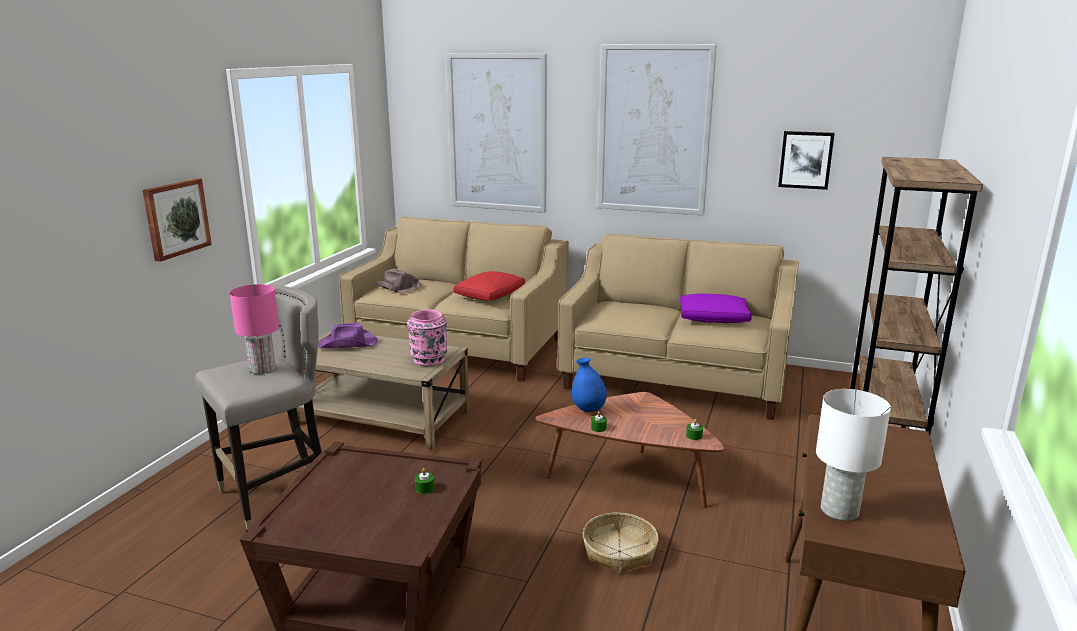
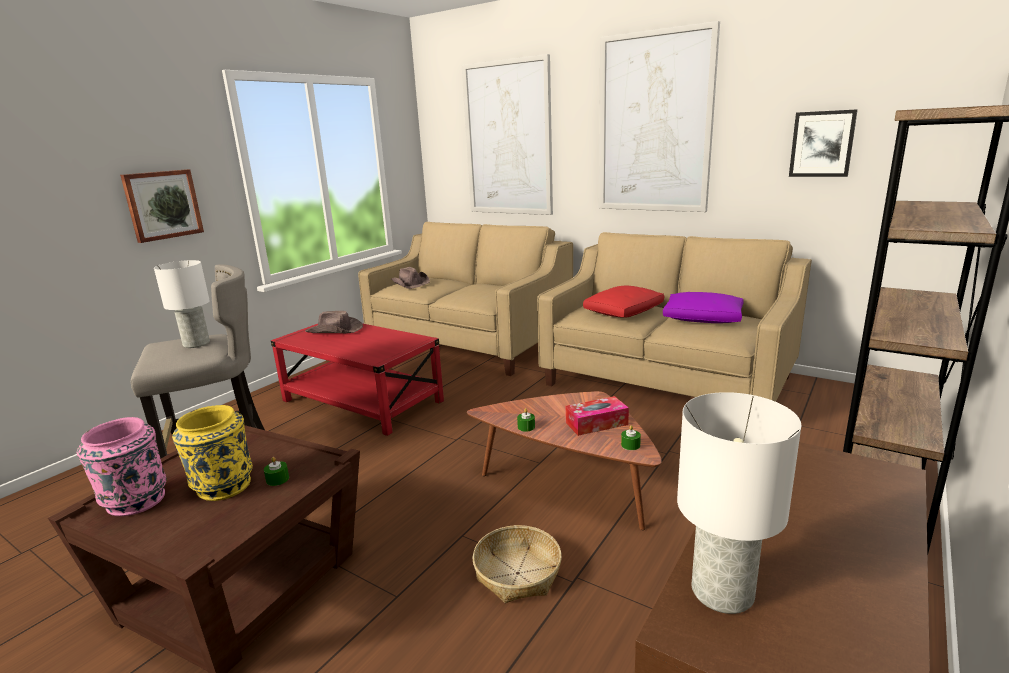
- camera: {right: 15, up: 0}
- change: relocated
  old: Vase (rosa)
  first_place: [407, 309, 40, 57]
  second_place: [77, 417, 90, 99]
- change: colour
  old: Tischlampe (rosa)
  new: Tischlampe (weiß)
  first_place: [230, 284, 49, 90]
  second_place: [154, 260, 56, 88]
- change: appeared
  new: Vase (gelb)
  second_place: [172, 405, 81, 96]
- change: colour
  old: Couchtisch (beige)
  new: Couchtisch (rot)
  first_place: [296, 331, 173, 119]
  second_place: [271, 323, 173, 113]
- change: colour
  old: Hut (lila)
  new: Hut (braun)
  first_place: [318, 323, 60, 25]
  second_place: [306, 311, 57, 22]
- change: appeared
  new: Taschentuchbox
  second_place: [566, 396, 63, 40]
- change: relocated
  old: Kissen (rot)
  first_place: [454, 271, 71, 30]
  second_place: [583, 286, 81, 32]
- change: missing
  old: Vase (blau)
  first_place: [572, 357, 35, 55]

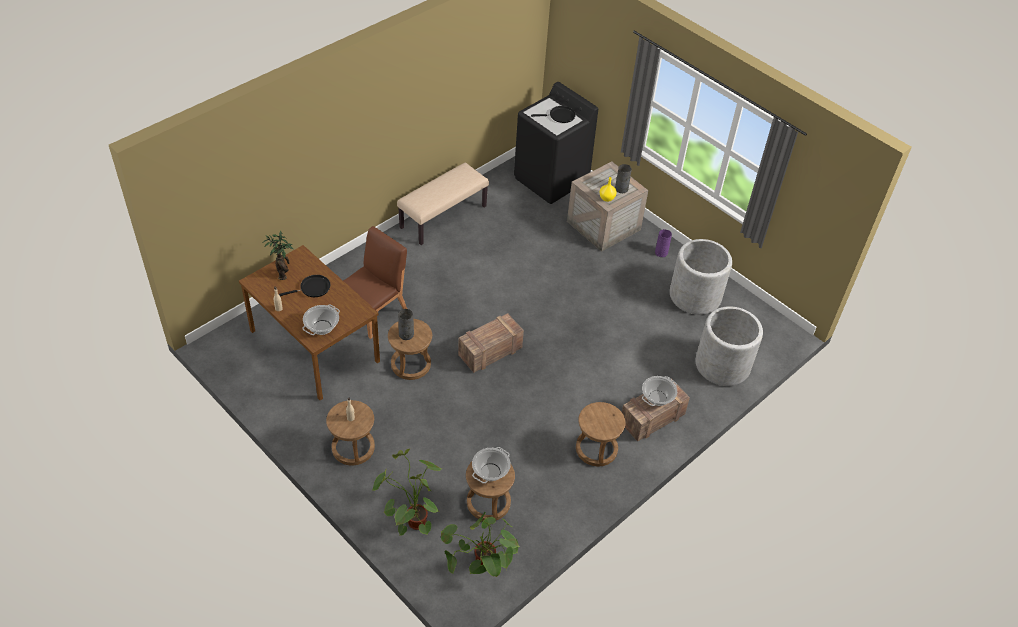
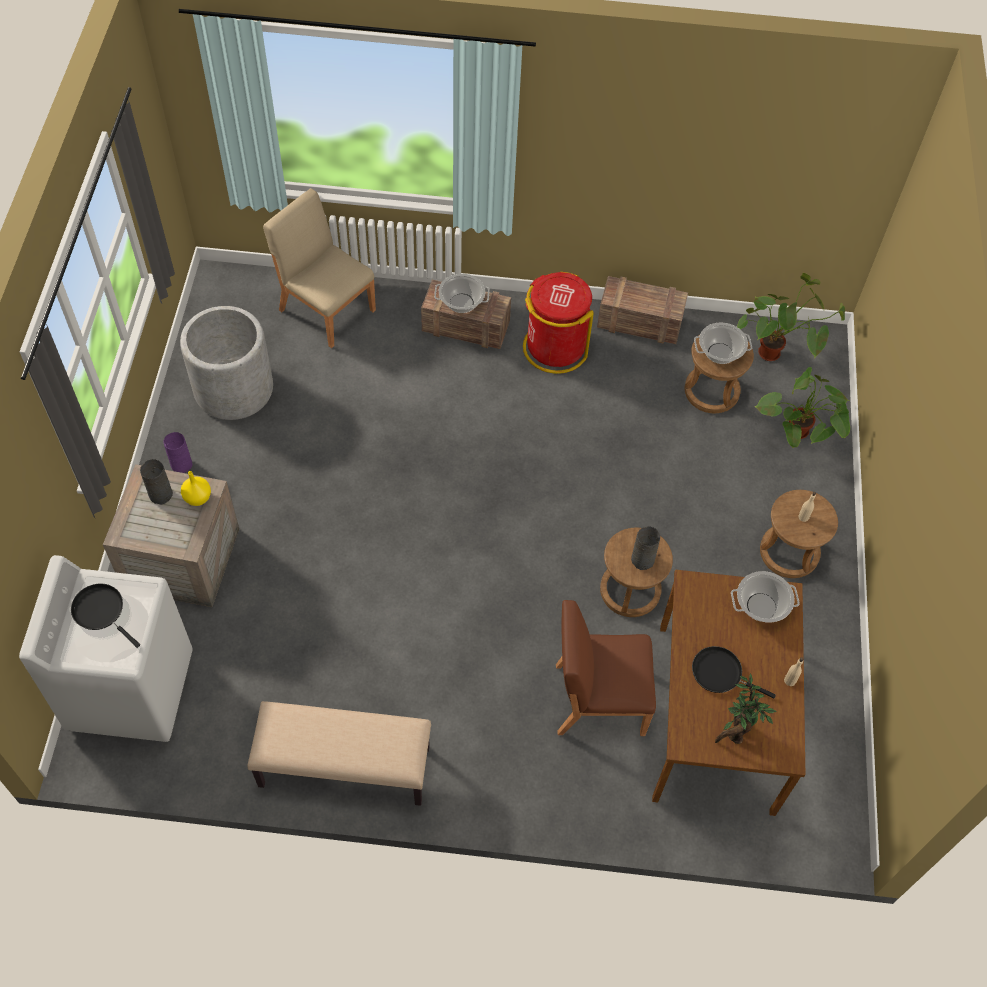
- camera: {right: -130, up: 10}
- change: colour
  old: Waschmaschine (schwarz)
  new: Waschmaschine (weiß)
  first_place: [514, 82, 84, 122]
  second_place: [19, 555, 173, 187]
- change: exchanged
  old: Pflanzkübel (grau)
  new: Stuhl (beige)
  first_place: [696, 306, 67, 80]
  second_place: [263, 188, 113, 160]
- change: exchanged
  old: Hocker (braun)
  new: Mülleimer (rot)
  first_place: [576, 402, 50, 64]
  second_place: [523, 272, 71, 102]
- change: relocated
  old: Kiste
  first_place: [458, 313, 66, 60]
  second_place: [597, 276, 91, 68]

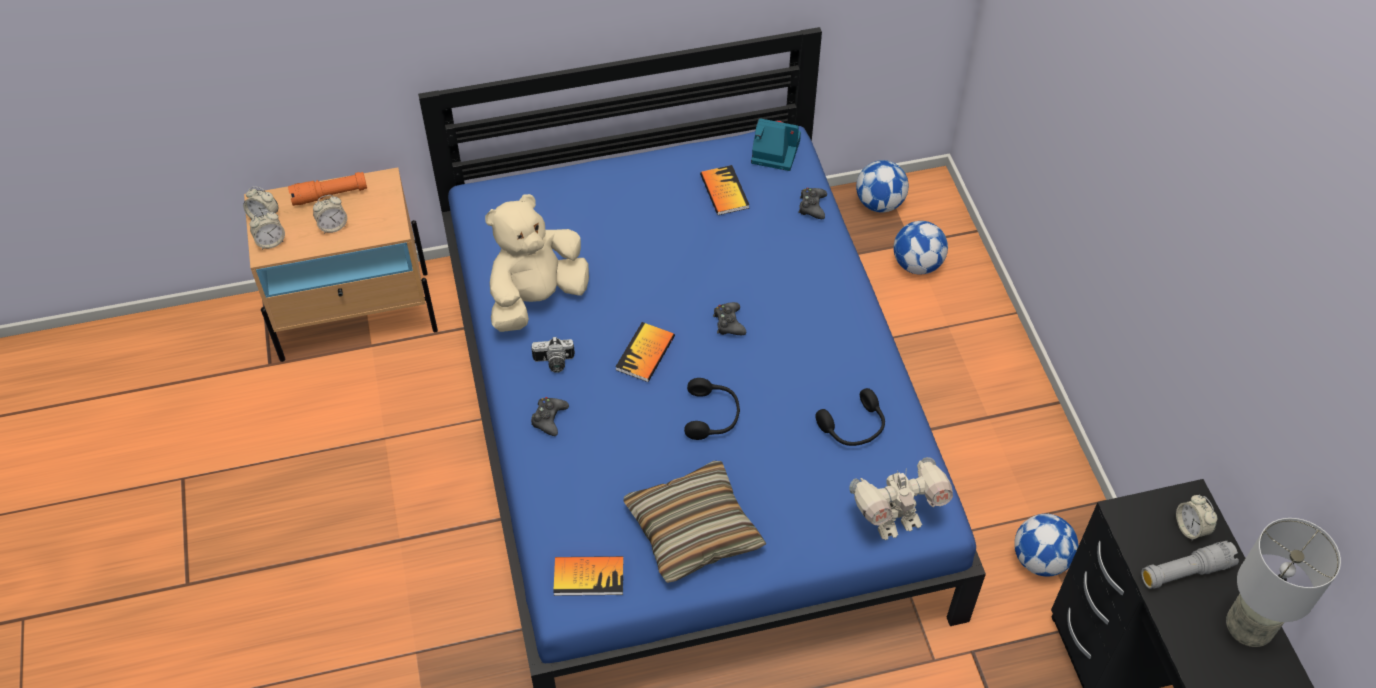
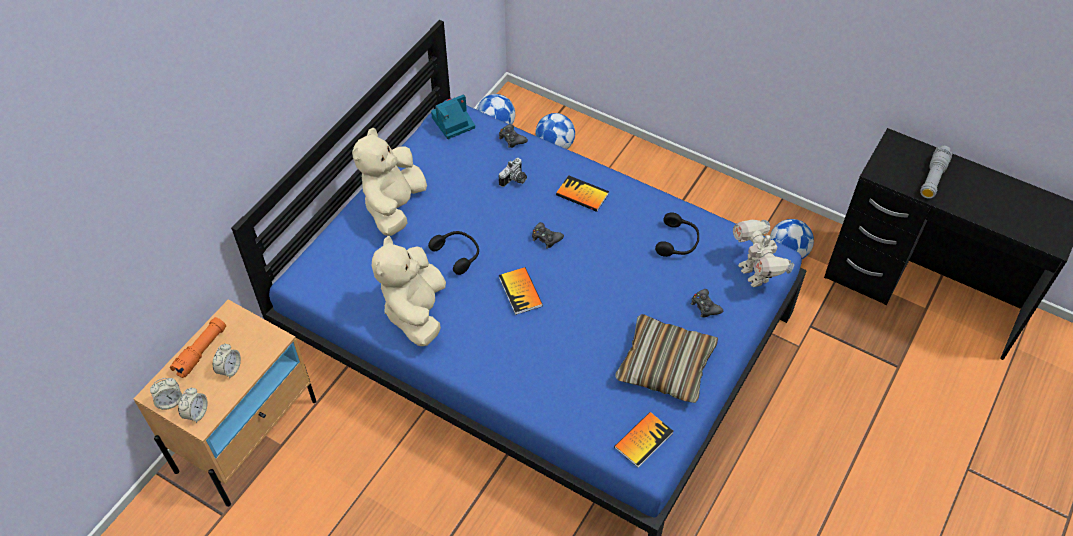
- camera: {right: -45, up: 0}
- change: appeared
  new: Plüschtier (beige)
  second_place: [352, 128, 75, 108]
- change: relocated
  old: Kopfhörer (schwarz)
  first_place: [684, 378, 56, 62]
  second_place: [428, 231, 51, 44]
- change: relocated
  old: Kamera
  first_place: [531, 337, 44, 36]
  second_place: [499, 158, 28, 29]
- change: relocated
  old: Buch
  first_place: [700, 165, 49, 50]
  second_place: [556, 175, 53, 37]
- change: relocated
  old: Gamepad (schwarz)
  first_place: [531, 397, 38, 39]
  second_place: [691, 289, 32, 29]
- change: spun
  old: Spielzeugroboter
  first_place: [849, 457, 104, 83]
  second_place: [733, 220, 61, 67]
  degrees: 135
- change: missing
  old: Wecker
  first_place: [1176, 495, 41, 46]
- change: missing
  old: Tischlampe (grau)
  first_place: [1226, 518, 115, 129]

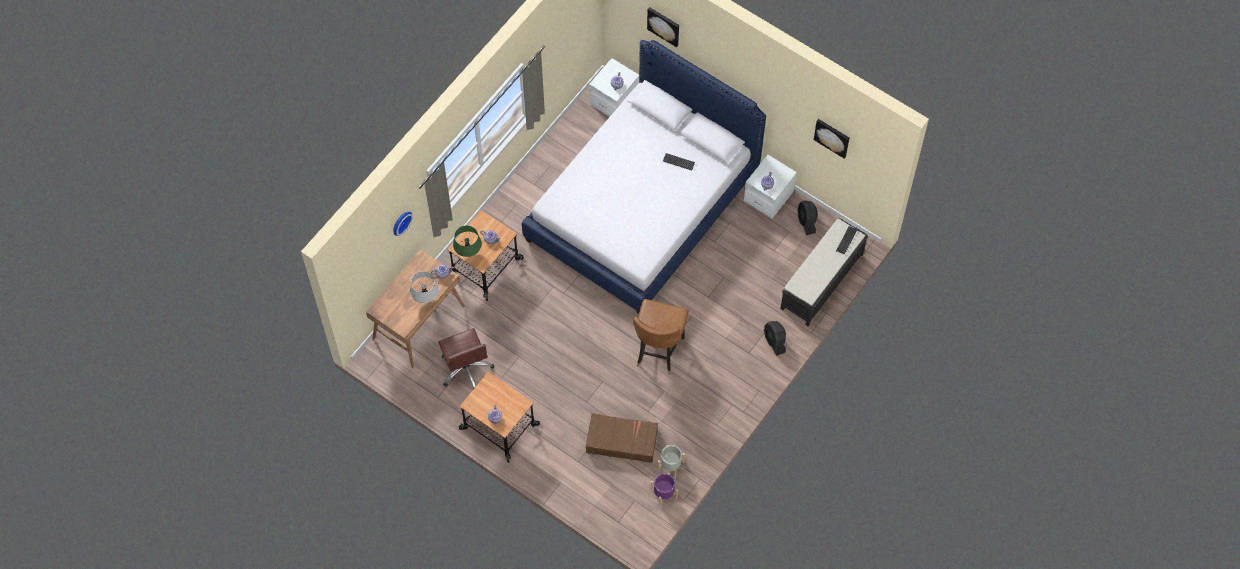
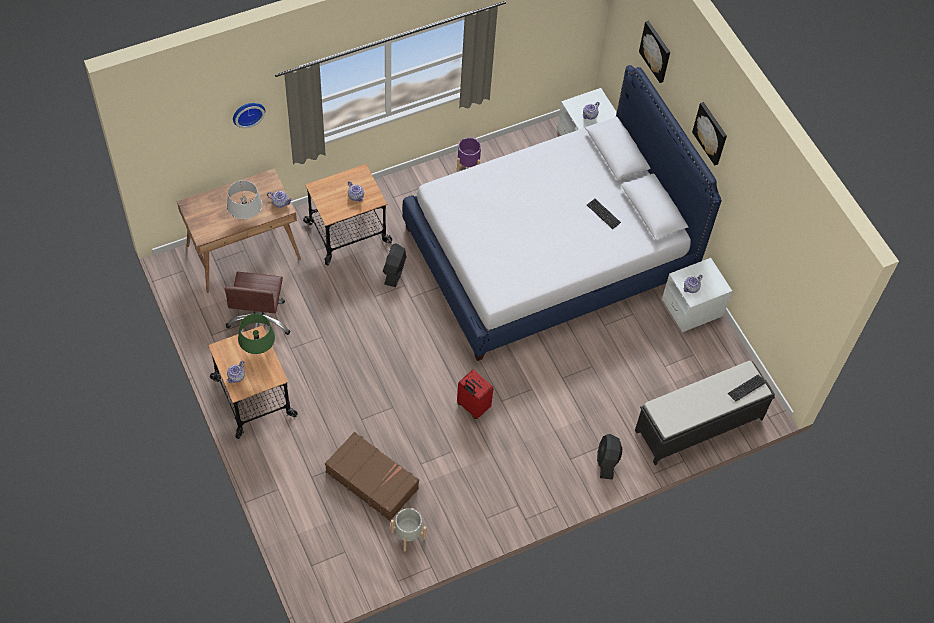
- camera: {right: 25, up: -5}
- change: relocated
  old: Tischlampe (grün)
  first_place: [453, 225, 29, 32]
  second_place: [238, 314, 37, 40]
- change: relocated
  old: Ventilator (schwarz)
  first_place: [797, 200, 21, 35]
  second_place: [383, 243, 23, 44]
- change: relocated
  old: Pflanzkübel (lila)
  first_place: [651, 473, 27, 33]
  second_place: [457, 137, 24, 35]
- change: exchanged
  old: Stuhl (braun)
  new: Koffer (rot)
  first_place: [633, 299, 56, 76]
  second_place: [457, 370, 36, 49]
- change: relocated
  old: Bild
  first_place: [814, 119, 36, 40]
  second_place: [692, 102, 35, 64]

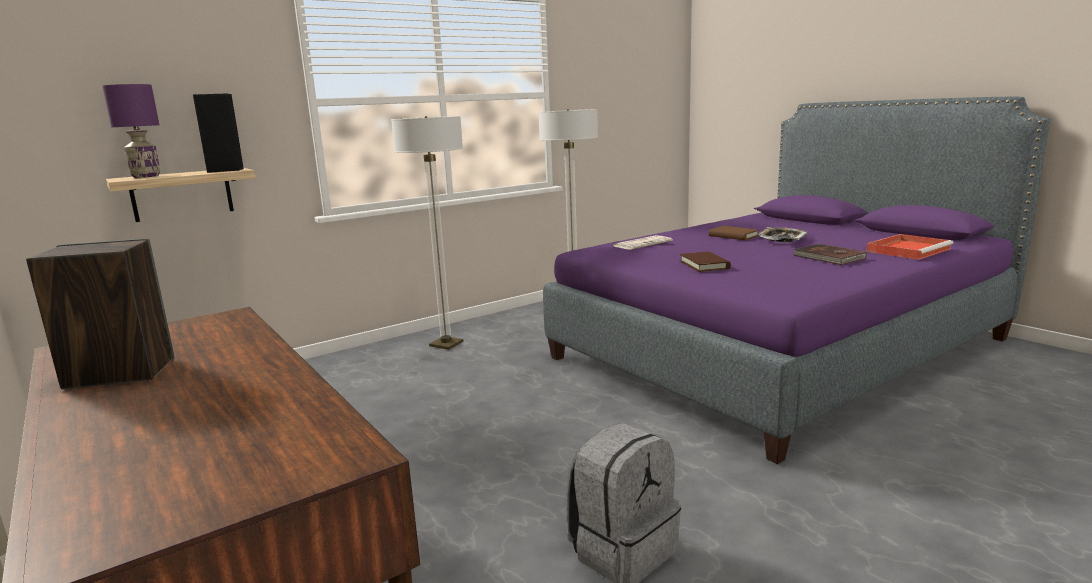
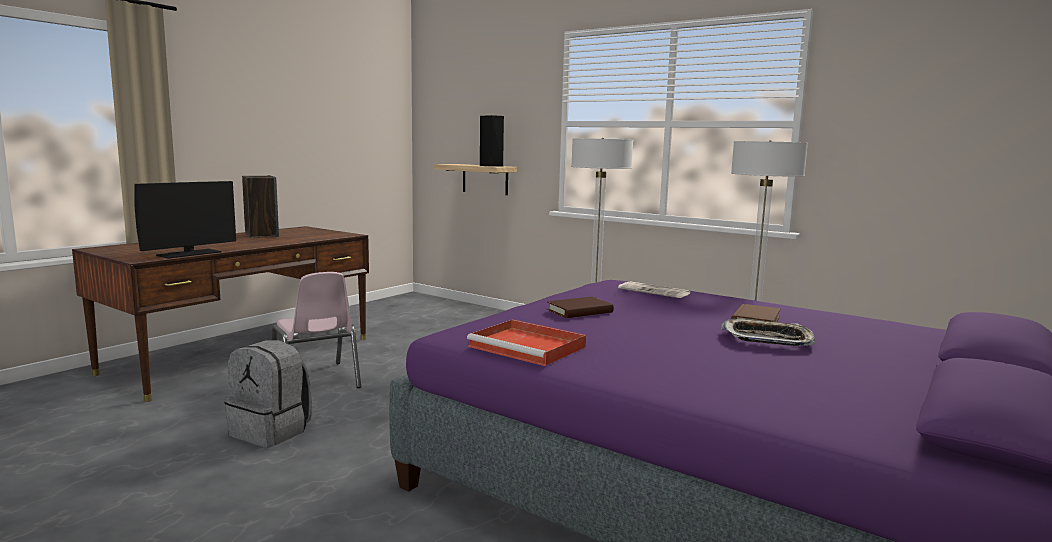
- camera: {right: 70, up: -5}
- change: appeared
  new: Monitor
  second_place: [134, 181, 102, 78]
- change: appeared
  new: Stuhl (rosa)
  second_place: [272, 272, 89, 116]
- change: relocated
  old: Tablett (rot)
  first_place: [867, 234, 86, 26]
  second_place: [467, 319, 119, 47]
- change: missing
  old: Tischlampe (lila)
  first_place: [102, 84, 58, 94]
- change: missing
  old: Buch (braun)
  first_place: [793, 244, 74, 21]

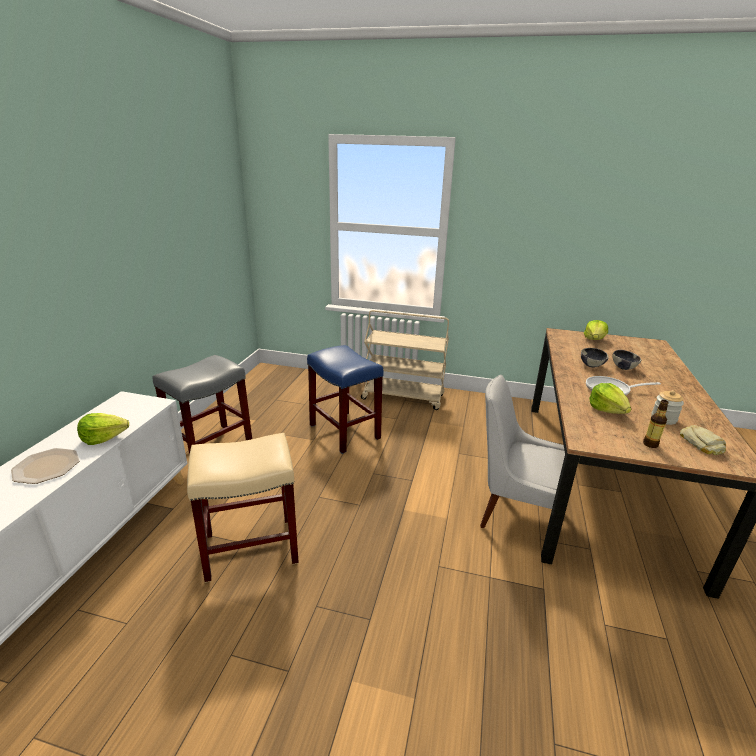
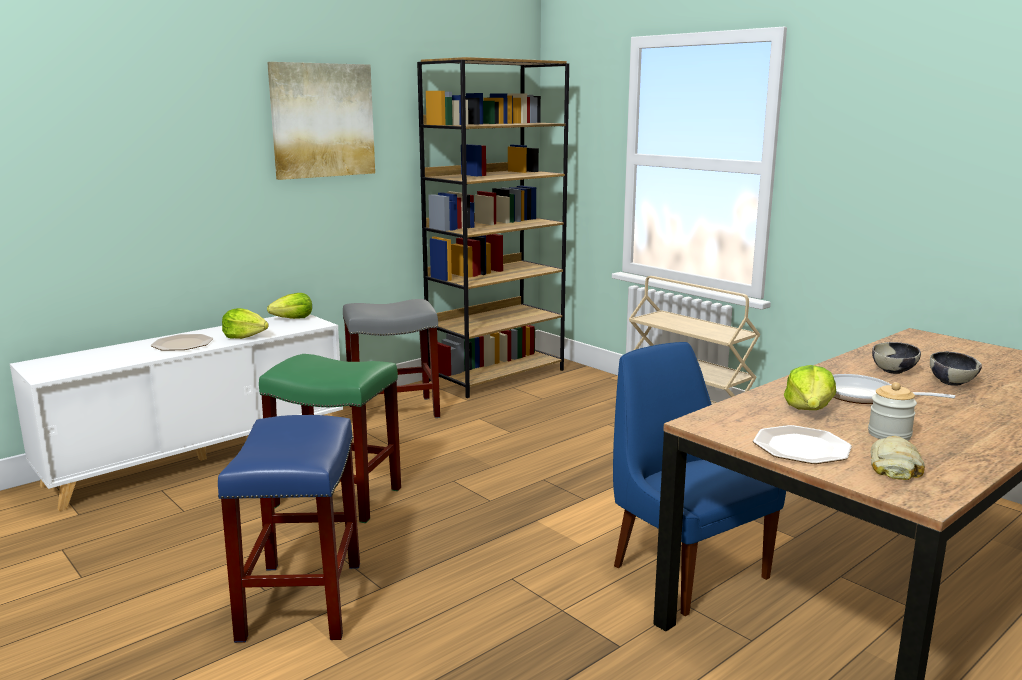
- camera: {right: 35, up: -10}
- change: relocated
  old: Hocker (blau)
  first_place: [307, 345, 76, 109]
  second_place: [218, 415, 142, 228]
- change: colour
  old: Hocker (beige)
  new: Hocker (grün)
  first_place: [187, 433, 112, 150]
  second_place: [259, 354, 142, 169]
- change: appeared
  new: Bild
  second_place: [267, 62, 108, 118]
- change: relocated
  old: Salatkopf
  first_place: [584, 320, 24, 20]
  second_place: [267, 293, 45, 26]
- change: appeared
  new: Bücherregal (braun)
  second_place: [417, 57, 152, 341]
- change: colour
  old: Stuhl (weiß)
  new: Stuhl (blau)
  first_place: [480, 375, 85, 153]
  second_place: [613, 342, 173, 274]
- change: exchanged
  old: Flasche
  new: Teller
  first_place: [643, 400, 26, 48]
  second_place: [753, 425, 99, 39]

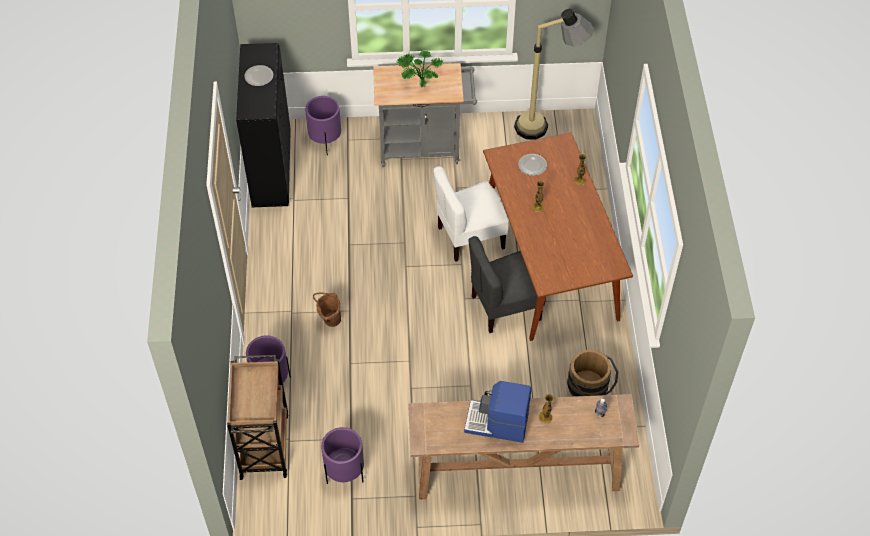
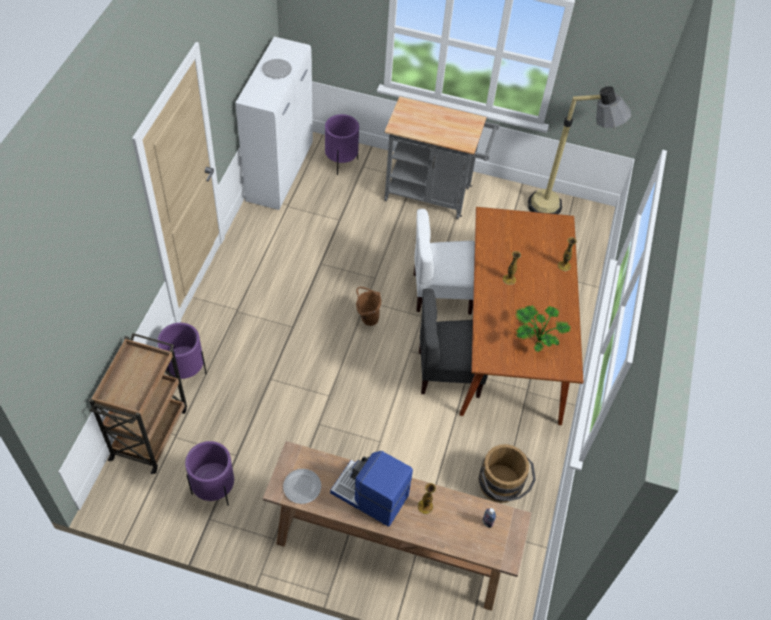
- camera: {right: 15, up: 0}
- change: colour
  old: Schrank (schwarz)
  new: Schrank (weiß)
  first_place: [236, 43, 55, 164]
  second_place: [235, 37, 78, 173]
- change: relocated
  old: Teller
  first_place: [518, 154, 29, 22]
  second_place: [283, 469, 38, 35]
- change: relocated
  old: Eimer (braun)
  first_place: [313, 292, 28, 35]
  second_place: [356, 287, 25, 39]
- change: relocated
  old: Topfpflanze
  first_place: [397, 51, 46, 36]
  second_place: [515, 306, 55, 46]

